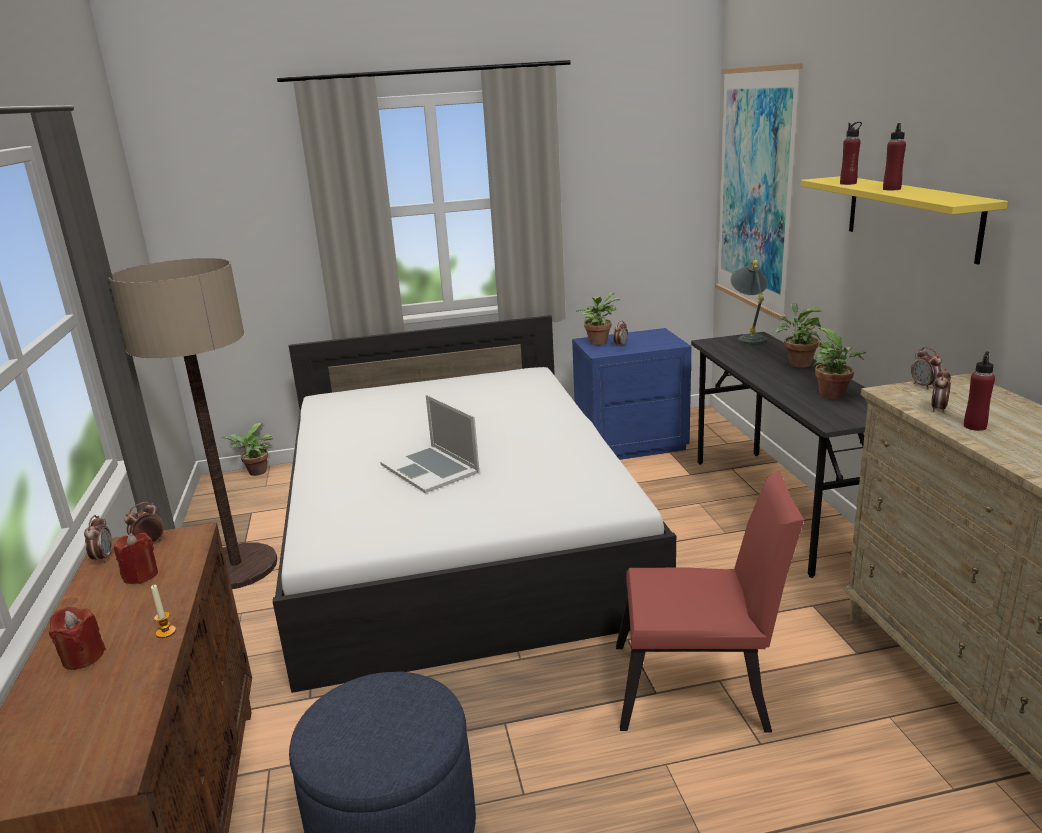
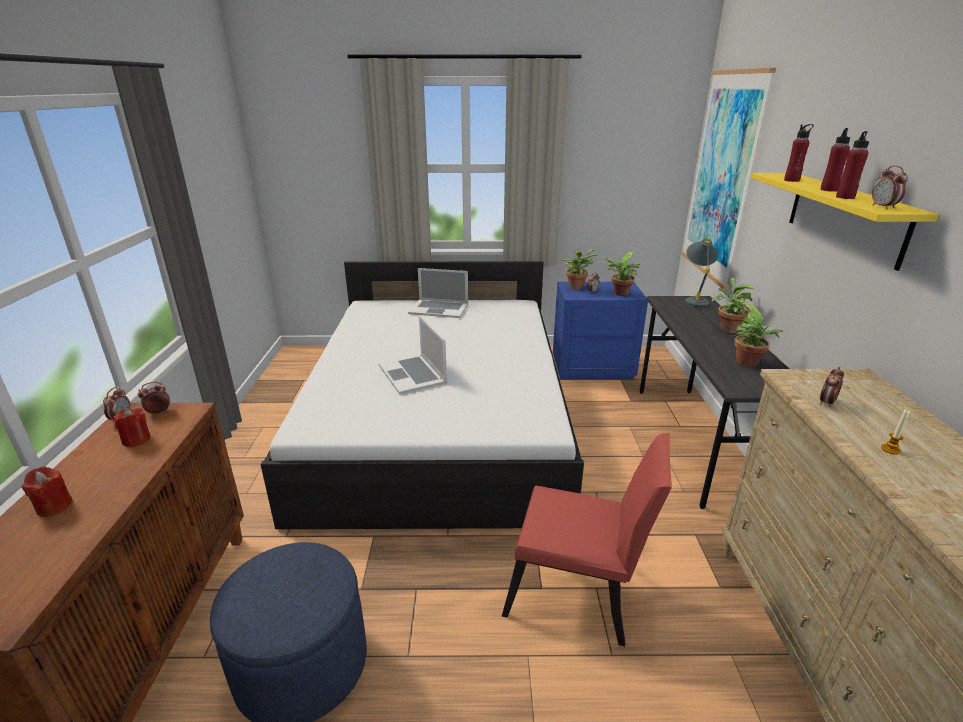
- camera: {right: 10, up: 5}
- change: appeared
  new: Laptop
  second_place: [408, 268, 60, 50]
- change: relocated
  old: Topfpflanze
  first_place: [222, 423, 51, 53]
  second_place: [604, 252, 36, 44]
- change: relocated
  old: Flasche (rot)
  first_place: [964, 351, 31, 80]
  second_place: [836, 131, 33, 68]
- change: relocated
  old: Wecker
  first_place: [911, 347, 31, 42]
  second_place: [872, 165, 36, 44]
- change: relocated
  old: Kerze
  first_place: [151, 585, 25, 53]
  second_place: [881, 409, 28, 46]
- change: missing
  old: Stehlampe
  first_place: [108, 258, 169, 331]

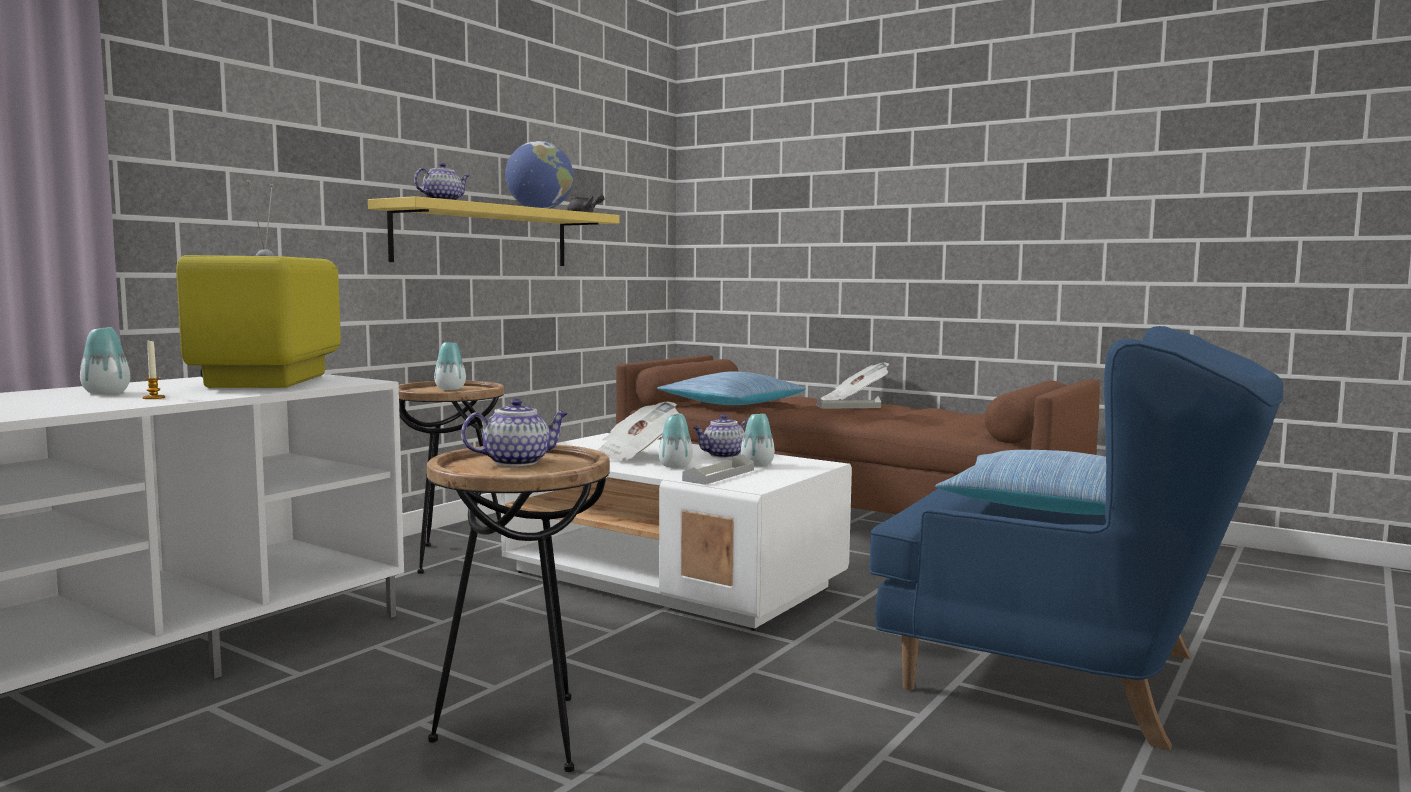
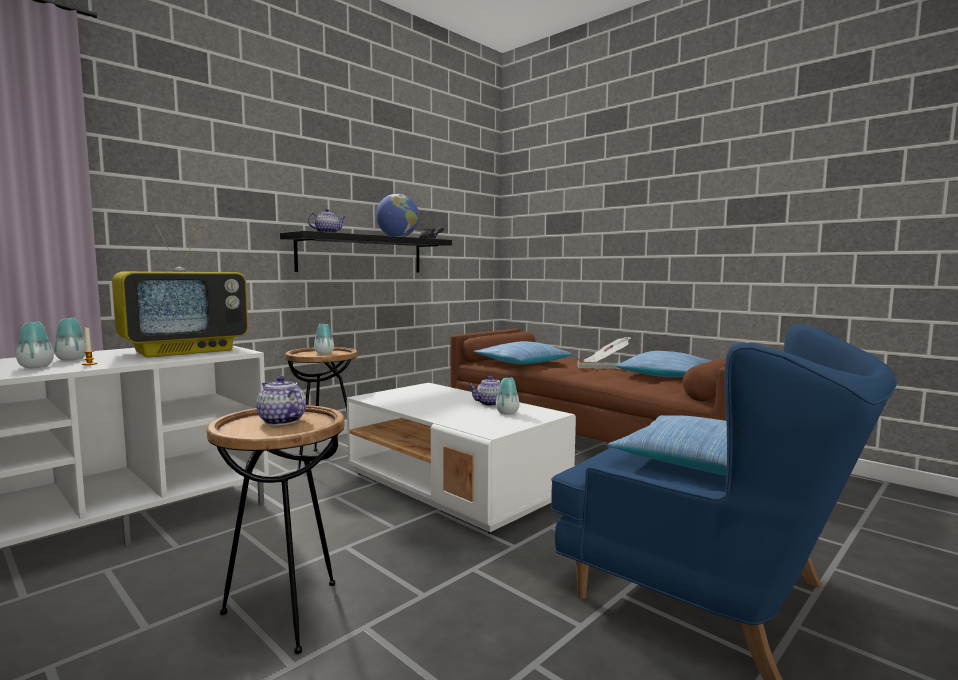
- camera: {right: 10, up: 0}
- change: relocated
  old: Vase
  first_place: [659, 414, 34, 54]
  second_place: [16, 322, 38, 46]
- change: spun
  old: Fernseher
  first_place: [176, 180, 165, 208]
  second_place: [112, 222, 136, 135]
  degrees: -135
- change: spun
  old: Teekanne
  first_place: [461, 398, 108, 68]
  second_place: [256, 376, 50, 49]
  degrees: -120
- change: colour
  old: Wandregal (gelb)
  new: Wandregal (schwarz)
  first_place: [368, 196, 252, 70]
  second_place: [280, 231, 172, 42]
- change: appeared
  new: Kissen
  second_place: [615, 351, 96, 26]
- change: missing
  old: Zeitung
  first_place: [597, 402, 82, 58]
- change: missing
  old: Tablett (grau)
  first_place: [682, 454, 72, 31]

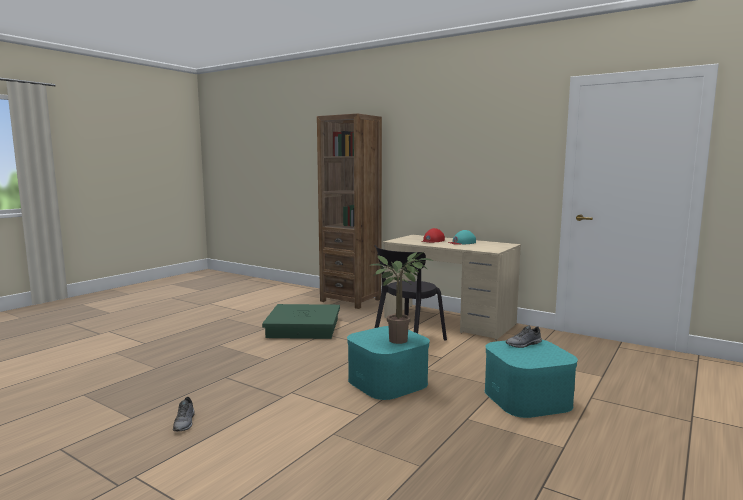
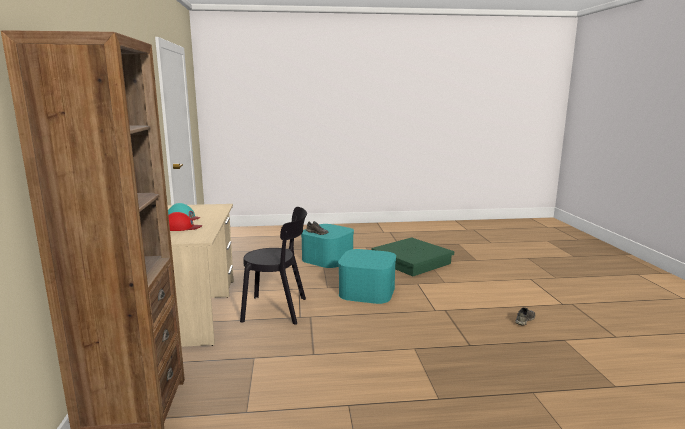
- camera: {right: -130, up: 5}
- change: relocated
  old: Aufbewahrungsbox (grün)
  first_place: [262, 304, 78, 35]
  second_place: [371, 237, 83, 39]
- change: missing
  old: Topfpflanze
  first_place: [369, 252, 64, 92]

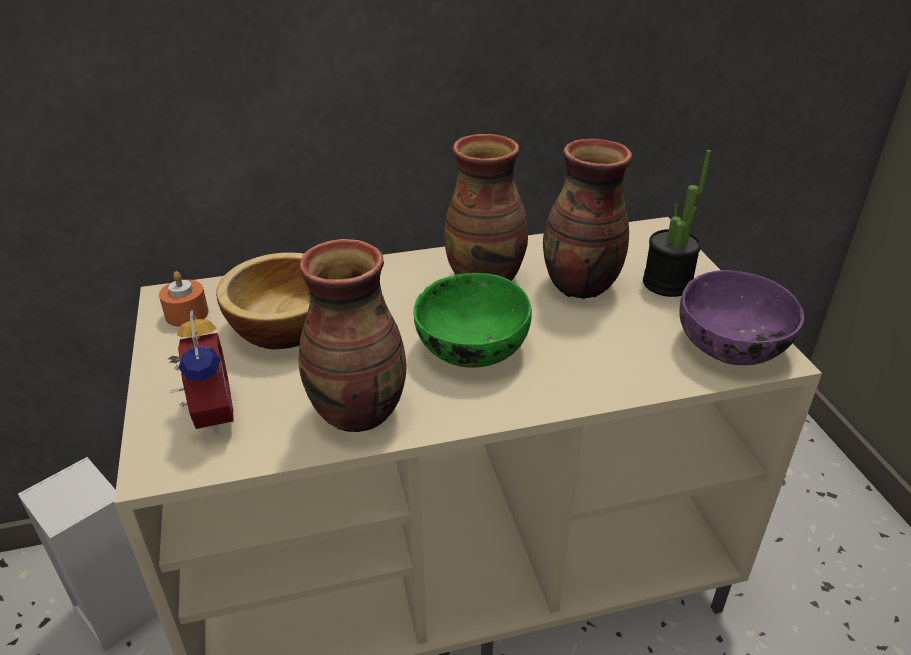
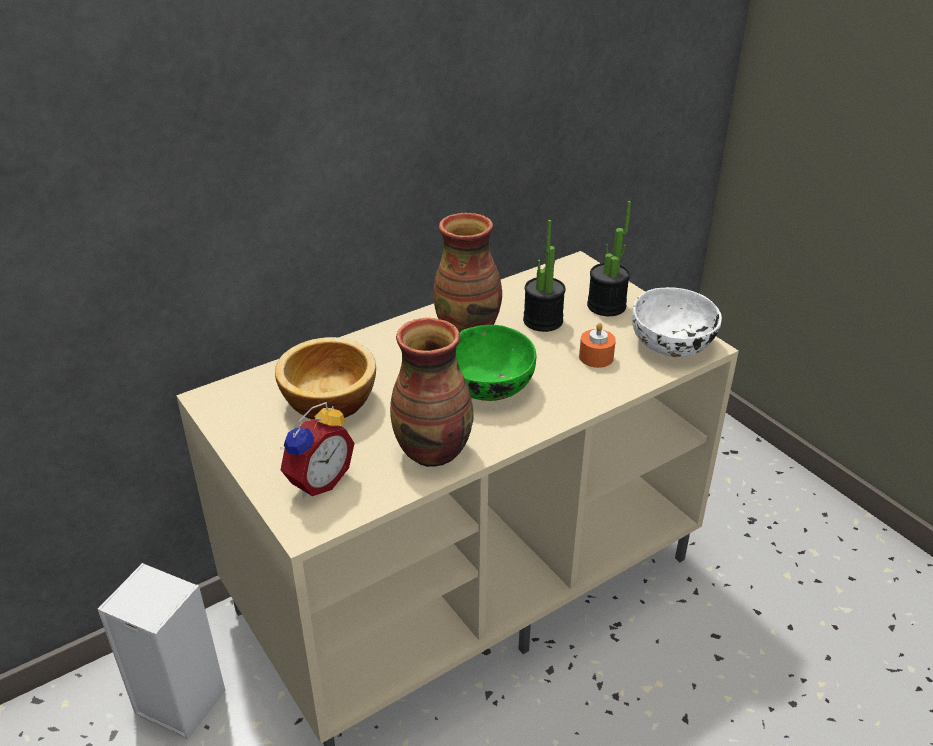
- camera: {right: -20, up: 0}
- change: spun
  old: Wecker
  first_place: [168, 310, 66, 124]
  second_place: [280, 402, 75, 95]
  degrees: 75
- change: exchanged
  old: Vase
  new: Topfpflanze
  first_place: [543, 138, 89, 161]
  second_place: [523, 220, 43, 112]
- change: relocated
  old: Kerze (orange)
  first_place: [159, 271, 50, 56]
  second_place: [579, 323, 37, 45]
- change: colour
  old: Schüssel (lila)
  new: Schüssel (weiß)
  first_place: [680, 270, 124, 95]
  second_place: [632, 287, 90, 70]

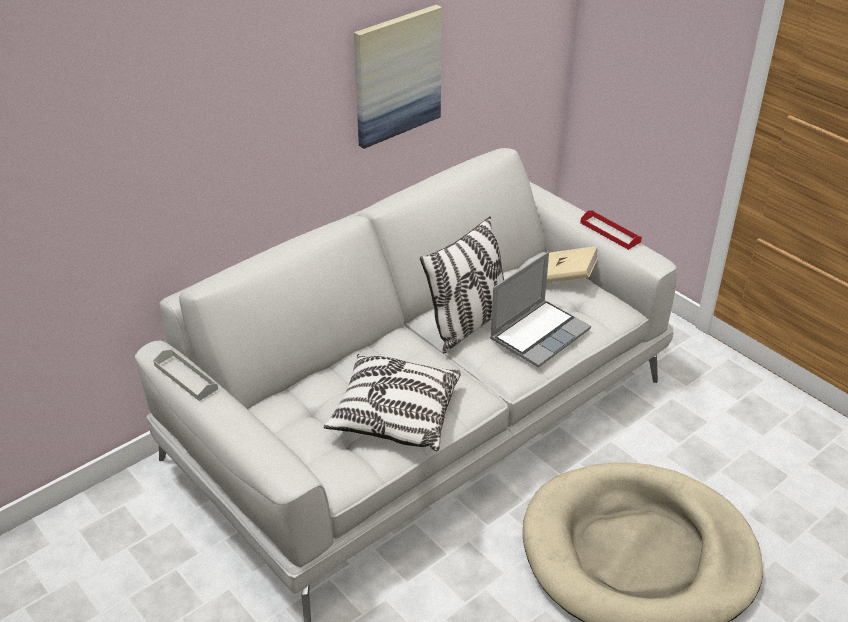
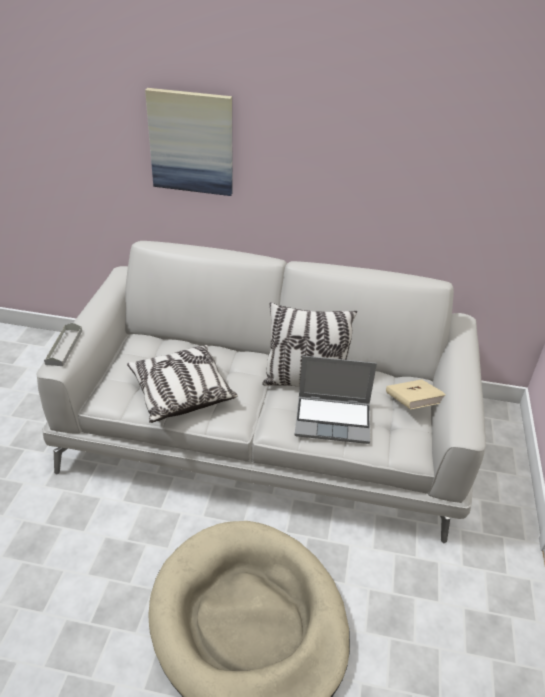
- camera: {right: 50, up: 0}
- change: relocated
  old: Tablett (grau)
  first_place: [153, 349, 65, 52]
  second_place: [44, 322, 38, 44]
- change: relocated
  old: Bild
  first_place: [354, 5, 88, 144]
  second_place: [145, 88, 87, 108]
- change: missing
  old: Tablett (rot)
  first_place: [580, 210, 62, 40]

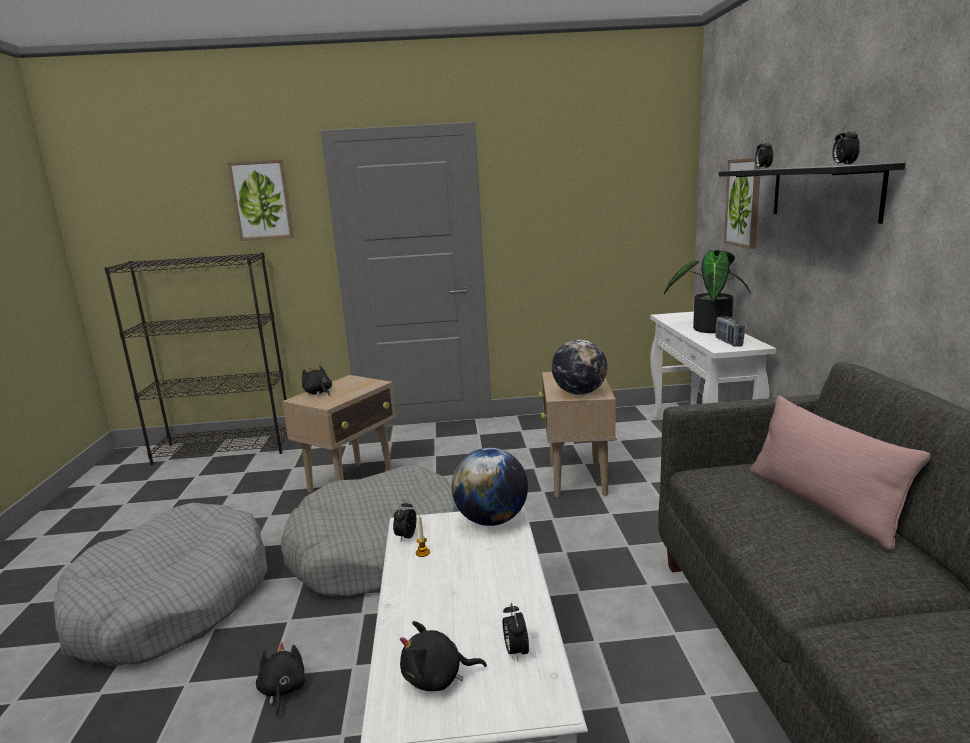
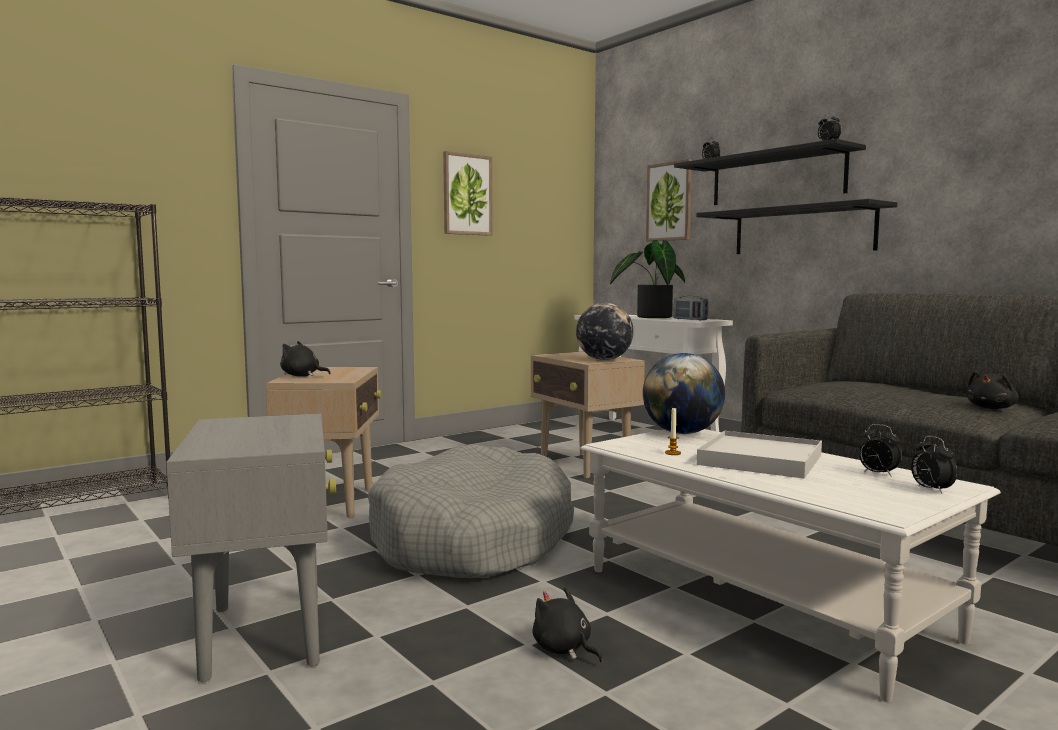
- camera: {right: -35, up: -10}
- change: exchanged
  old: Hundebett (grau)
  new: Beistelltisch (grau)
  first_place: [54, 502, 213, 164]
  second_place: [166, 413, 170, 269]
- change: relocated
  old: Bild
  first_place: [227, 159, 67, 82]
  second_place: [443, 151, 50, 85]
- change: appeared
  new: Wandregal (schwarz)
  second_place: [696, 199, 201, 55]
- change: appeared
  new: Tablett (weiß)
  second_place: [697, 431, 125, 48]
- change: relocated
  old: Wecker
  first_place: [393, 500, 24, 41]
  second_place: [911, 436, 46, 58]
- change: relocated
  old: Plüschtier (schwarz)
  first_place: [400, 621, 87, 70]
  second_place: [967, 370, 52, 39]
- change: missing
  old: Kissen (rosa)
  first_place: [750, 396, 181, 155]

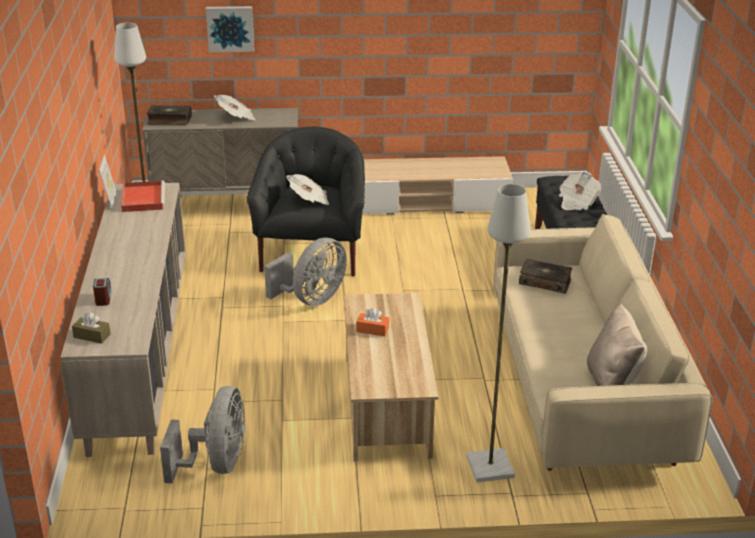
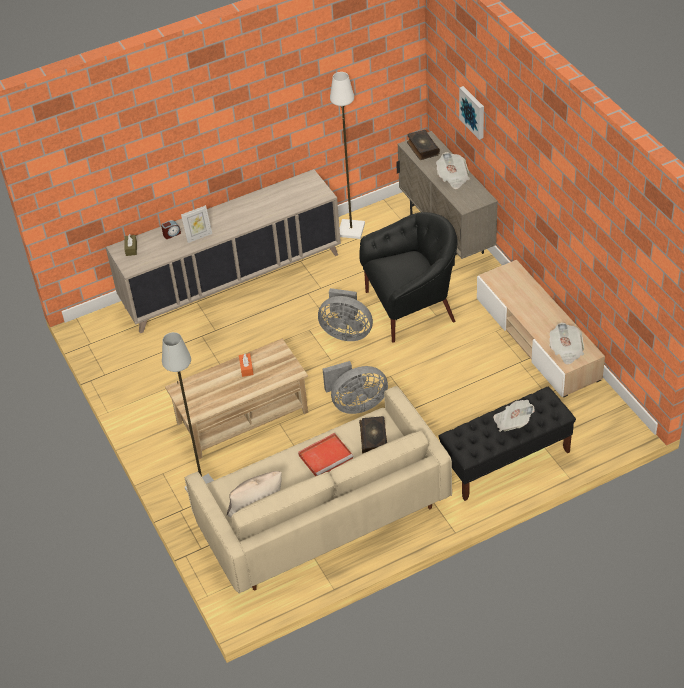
- camera: {right: 70, up: 15}
- change: relocated
  old: Bilderrahmen
  first_place: [99, 155, 18, 54]
  second_place: [181, 205, 31, 38]
- change: relocated
  old: Tablett (rot)
  first_place: [121, 181, 44, 31]
  second_place: [298, 433, 56, 43]
- change: relocated
  old: Ventilator (grau)
  first_place: [160, 386, 85, 97]
  second_place: [323, 361, 65, 53]
- change: relocated
  old: Zeitung
  first_place: [286, 174, 43, 31]
  second_place: [549, 322, 35, 43]

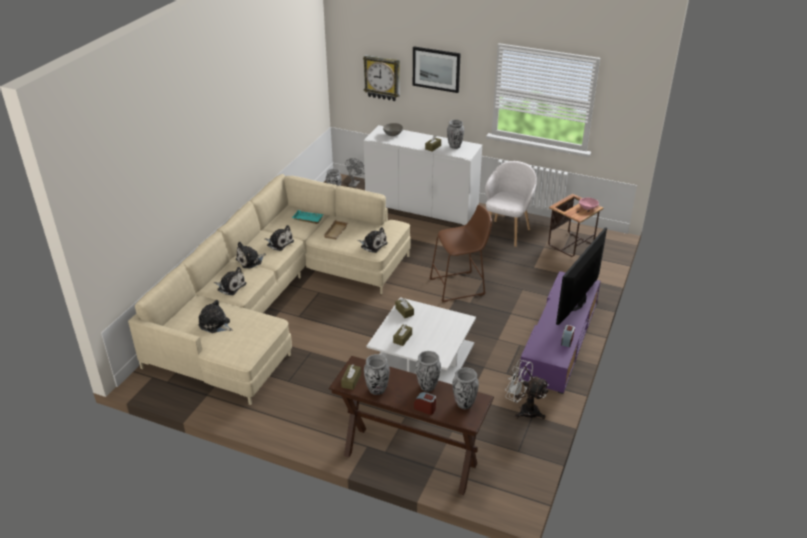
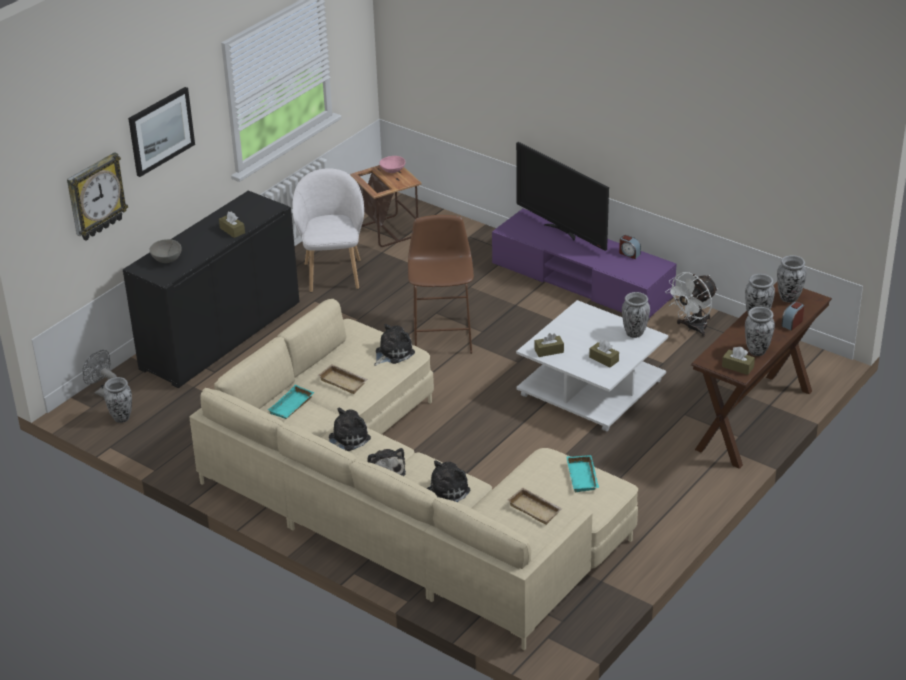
- camera: {right: -75, up: 0}
- change: colour
  old: Schrank (weiß)
  new: Schrank (schwarz)
  first_place: [364, 125, 118, 100]
  second_place: [123, 190, 177, 198]
- change: spun
  old: Sessel (weiß)
  first_place: [485, 161, 52, 86]
  second_place: [292, 169, 72, 124]
  degrees: 45
- change: exchanged
  old: Plüschtier
  new: Tablett (beige)
  first_place: [198, 300, 35, 33]
  second_place: [508, 488, 54, 37]
- change: appeared
  new: Tablett (türkis)
  second_place: [566, 455, 33, 38]
- change: relocated
  old: Vase
  first_place: [447, 120, 17, 29]
  second_place: [622, 292, 28, 46]

